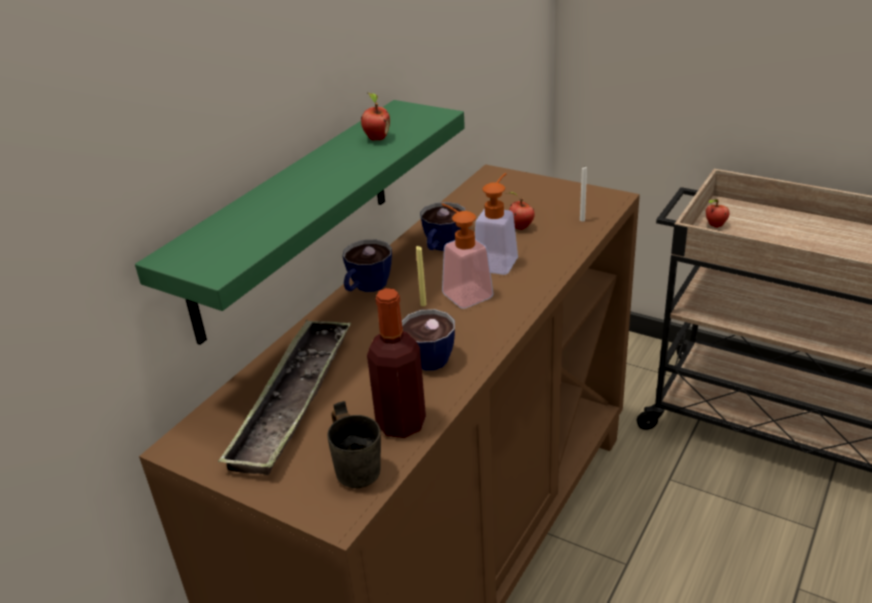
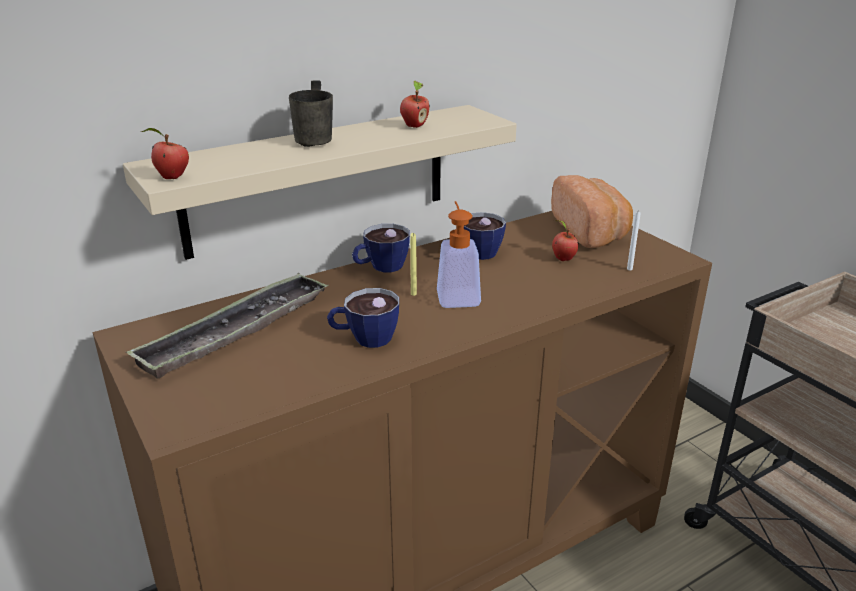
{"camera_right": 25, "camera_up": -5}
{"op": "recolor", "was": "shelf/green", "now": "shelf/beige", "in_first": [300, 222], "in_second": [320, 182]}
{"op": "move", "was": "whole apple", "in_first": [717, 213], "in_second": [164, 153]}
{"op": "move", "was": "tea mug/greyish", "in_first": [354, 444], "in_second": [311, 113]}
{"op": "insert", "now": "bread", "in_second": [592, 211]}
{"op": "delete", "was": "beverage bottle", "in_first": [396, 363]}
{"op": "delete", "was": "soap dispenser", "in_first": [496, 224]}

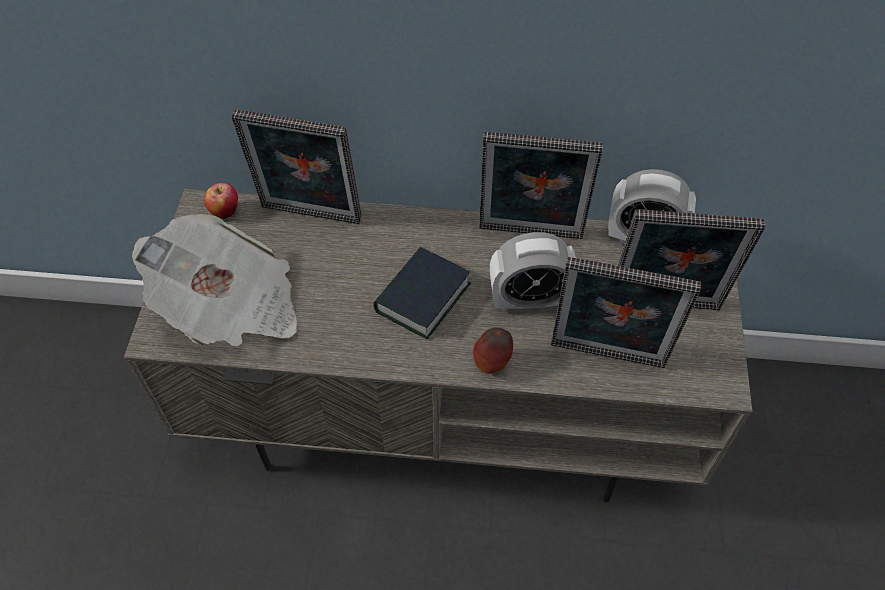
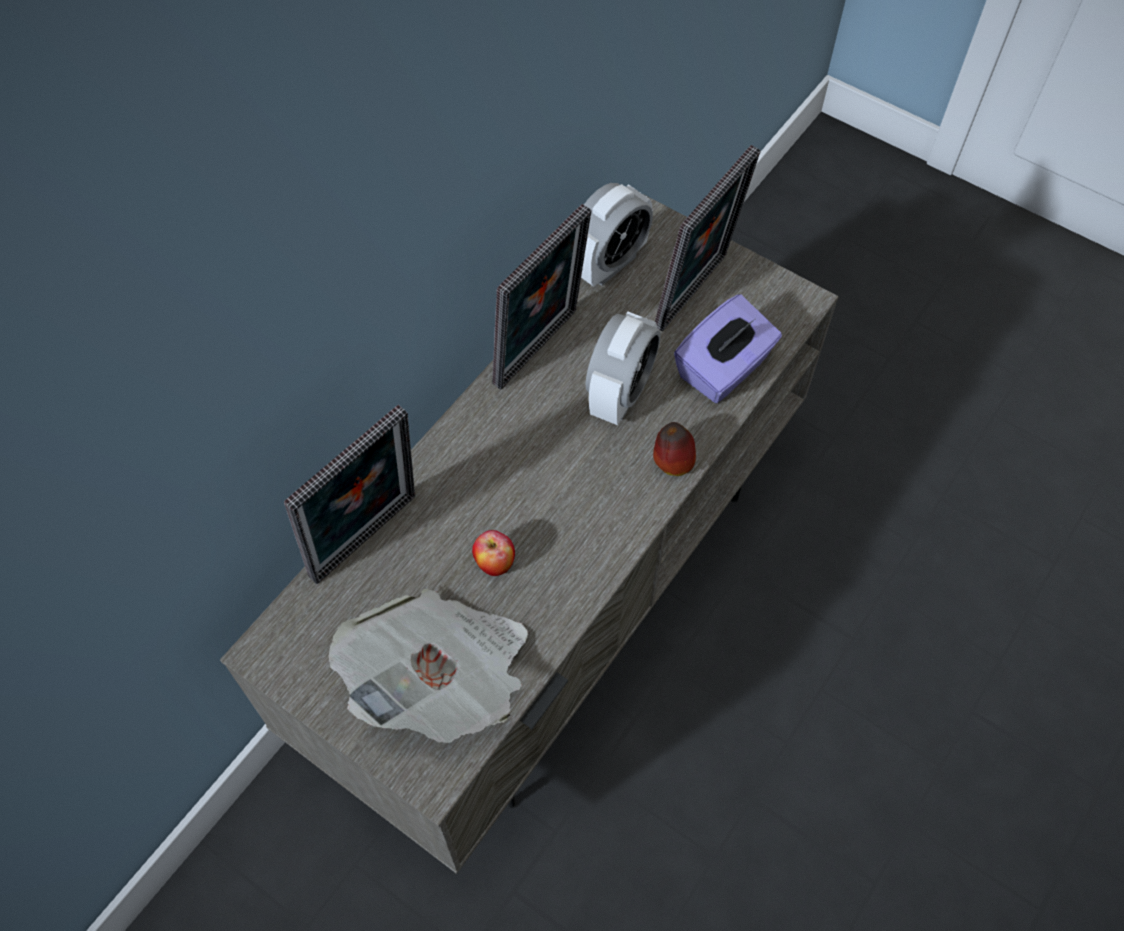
{"camera_right": -60, "camera_up": 5}
{"op": "move", "was": "whole apple", "in_first": [221, 201], "in_second": [493, 553]}
{"op": "replace", "was": "standing frame", "now": "tissue holder/purplish", "in_first": [626, 312], "in_second": [728, 348]}
{"op": "delete", "was": "book", "in_first": [422, 293]}

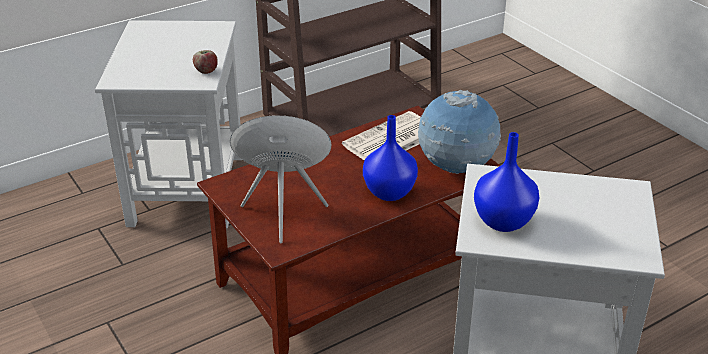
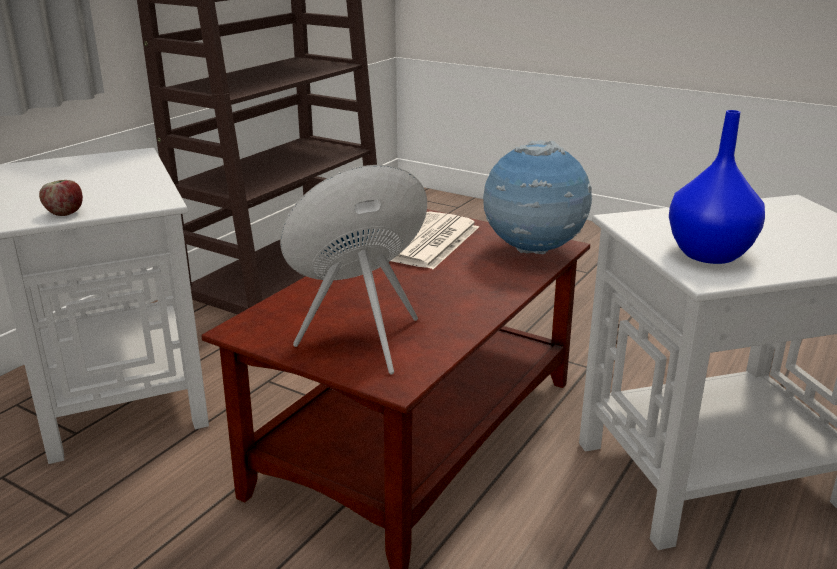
{"camera_right": -25, "camera_up": -10}
{"op": "move", "was": "whole apple", "in_first": [205, 62], "in_second": [61, 198]}
{"op": "delete", "was": "decorative vase/blue-coloured", "in_first": [390, 158]}

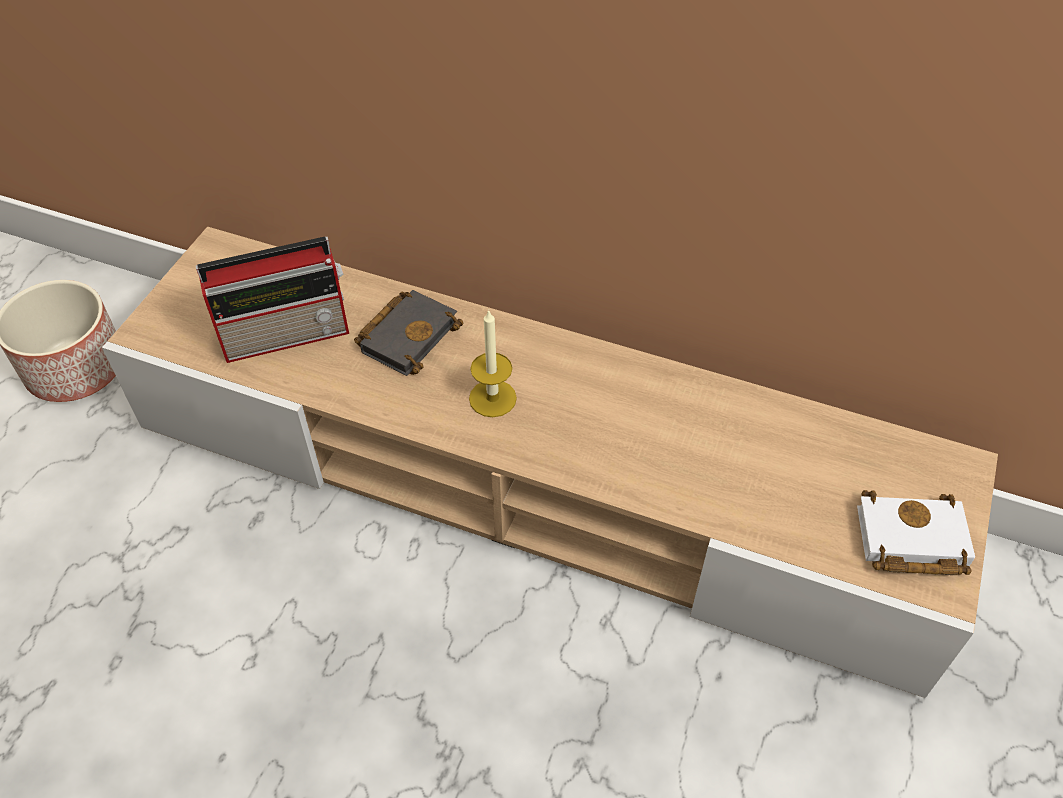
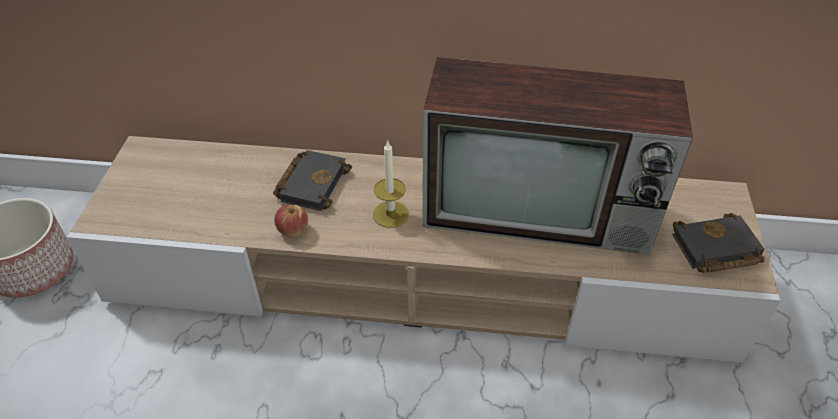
{"camera_right": -15, "camera_up": -5}
{"op": "insert", "now": "whole apple", "in_second": [291, 221]}
{"op": "insert", "now": "television", "in_second": [558, 156]}
{"op": "recolor", "was": "book/white-coloured", "now": "book/black", "in_first": [916, 532], "in_second": [718, 243]}
{"op": "delete", "was": "radio", "in_first": [272, 300]}

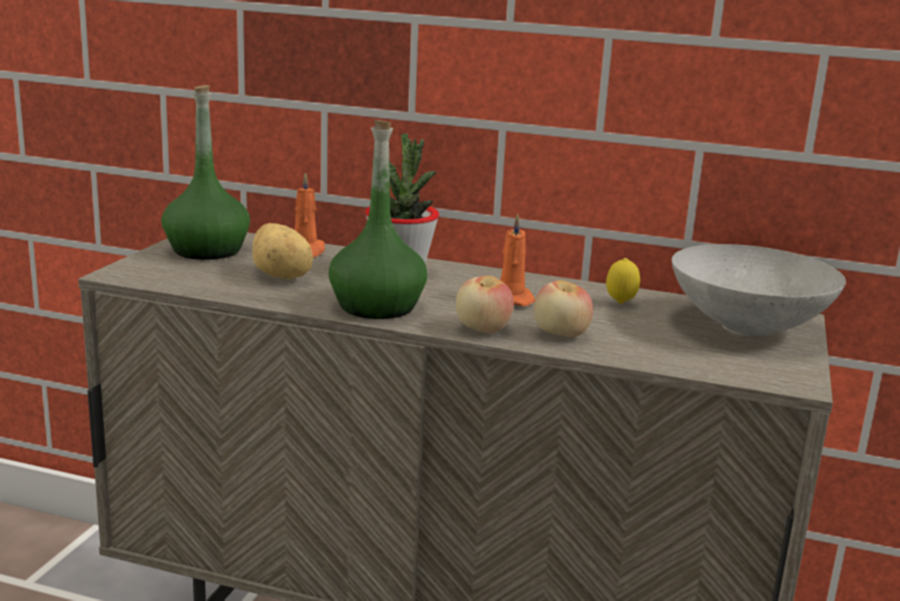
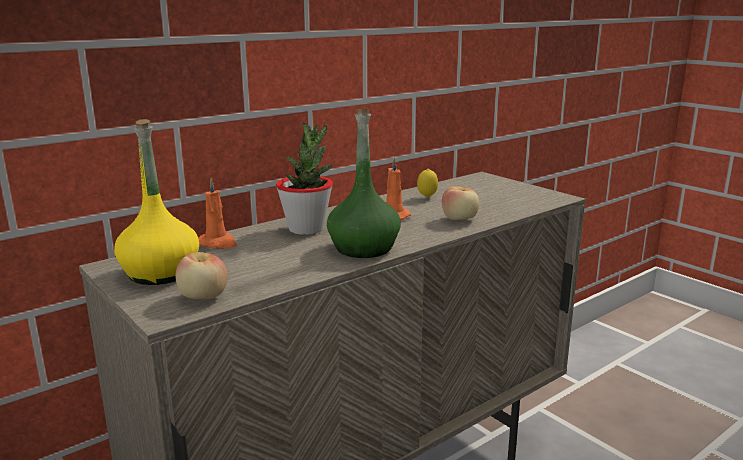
{"camera_right": -55, "camera_up": 0}
{"op": "recolor", "was": "beverage bottle/green", "now": "beverage bottle/yellow", "in_first": [205, 172], "in_second": [156, 202]}
{"op": "move", "was": "whole apple", "in_first": [485, 304], "in_second": [201, 275]}
{"op": "delete", "was": "whole potato", "in_first": [282, 251]}
{"op": "delete", "was": "serving bowl/greyish", "in_first": [759, 290]}

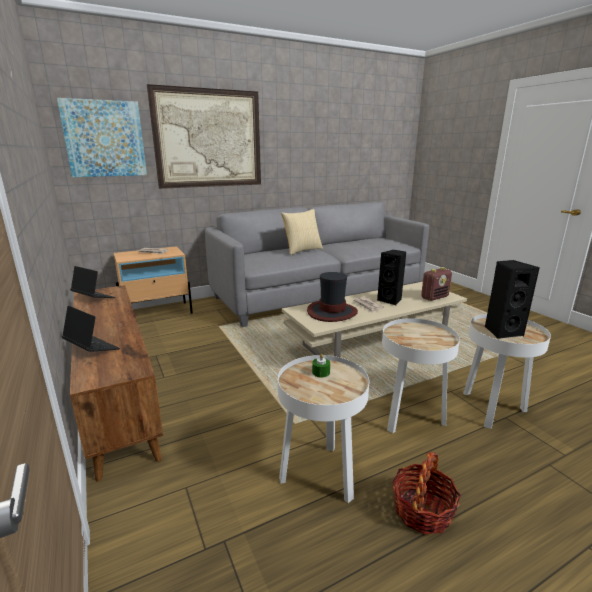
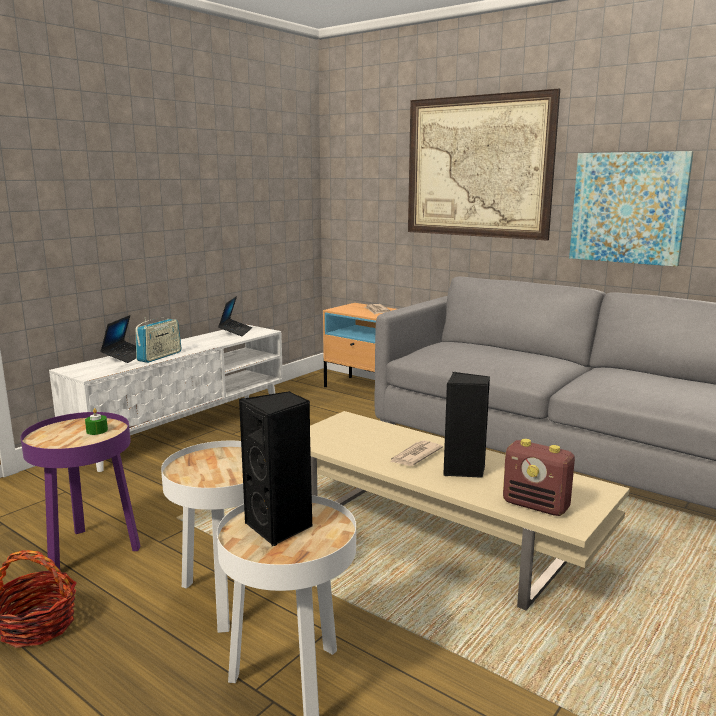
{"camera_right": 65, "camera_up": -5}
{"op": "recolor", "was": "accent table/white-coloured", "now": "accent table/purplish", "in_first": [323, 429], "in_second": [80, 491]}
{"op": "recolor", "was": "tv stand/brown-coloured", "now": "tv stand/white-coloured", "in_first": [116, 383], "in_second": [166, 398]}
{"op": "insert", "now": "radio", "in_second": [159, 340]}
{"op": "move", "was": "picture", "in_first": [102, 137], "in_second": [631, 209]}
{"op": "delete", "was": "cushion", "in_first": [302, 232]}
{"op": "delete", "was": "clothing hat", "in_first": [332, 297]}

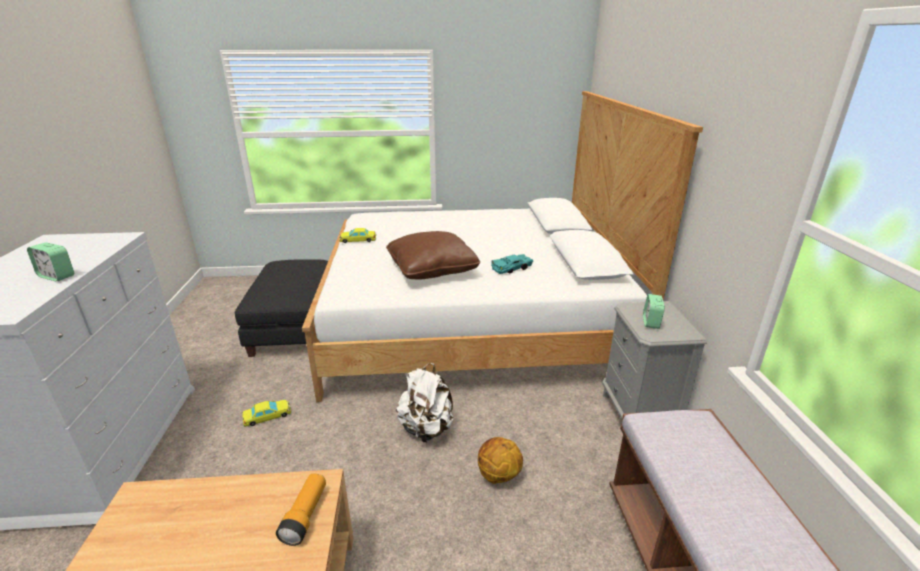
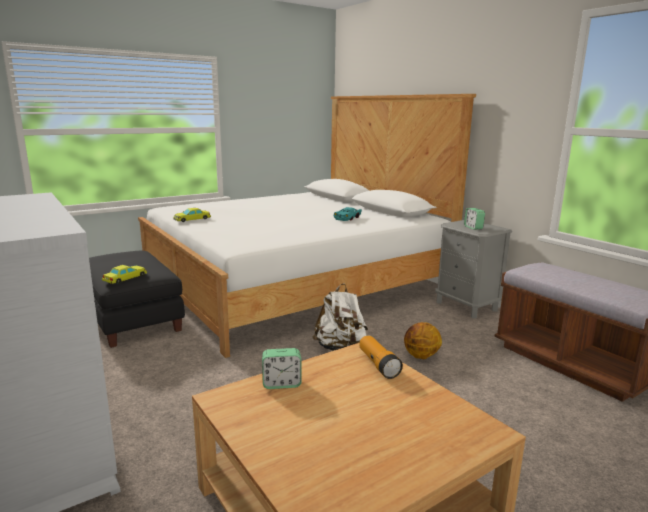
{"camera_right": -30, "camera_up": -10}
{"op": "move", "was": "miniature car/yellow", "in_first": [266, 413], "in_second": [124, 274]}
{"op": "move", "was": "bedside clock", "in_first": [50, 261], "in_second": [282, 368]}
{"op": "delete", "was": "cushion/brown-coloured", "in_first": [433, 255]}

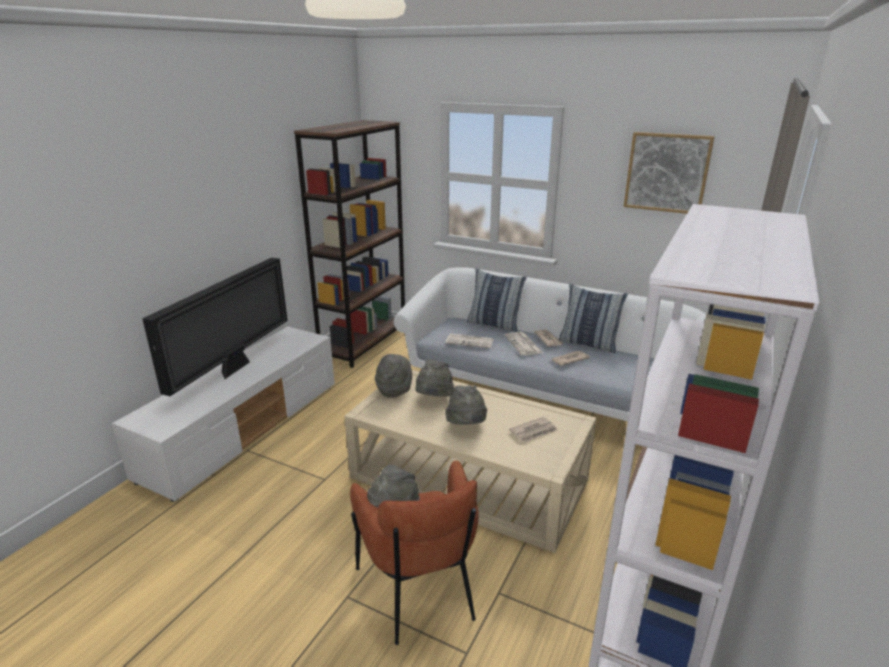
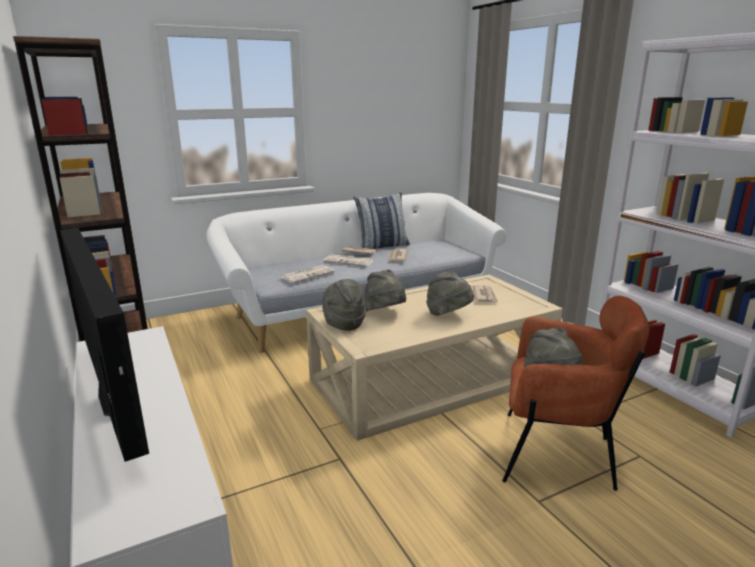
{"camera_right": -55, "camera_up": -5}
{"op": "delete", "was": "cushion", "in_first": [497, 300]}
{"op": "delete", "was": "picture", "in_first": [669, 173]}

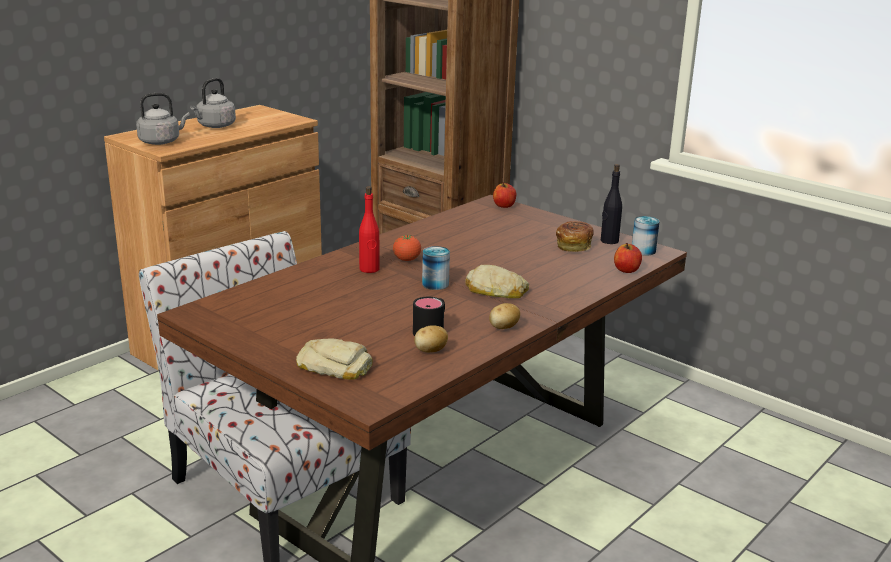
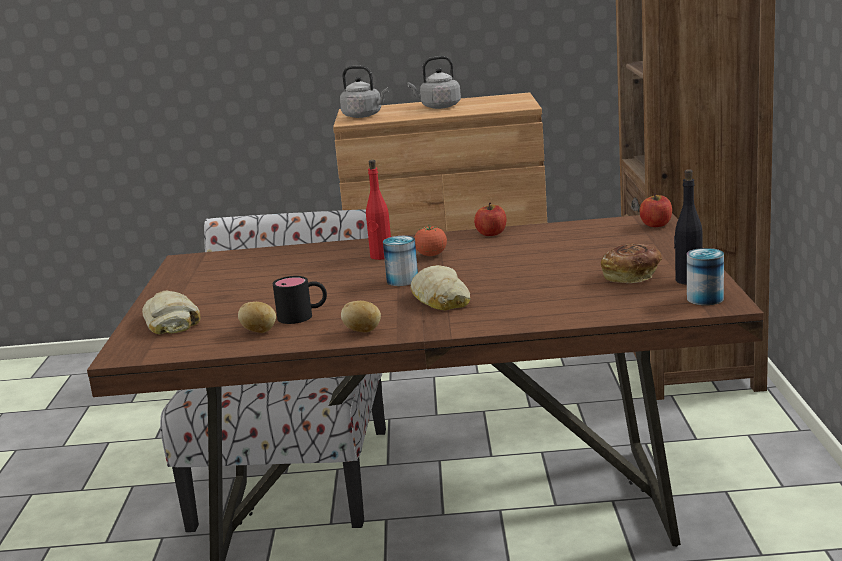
{"camera_right": 50, "camera_up": -5}
{"op": "move", "was": "whole apple", "in_first": [628, 258], "in_second": [490, 219]}

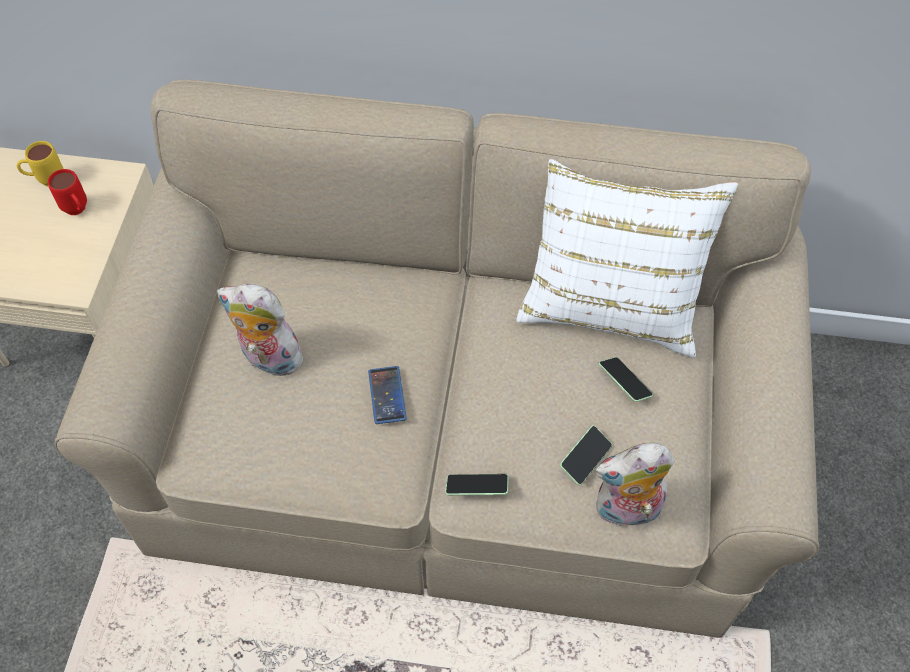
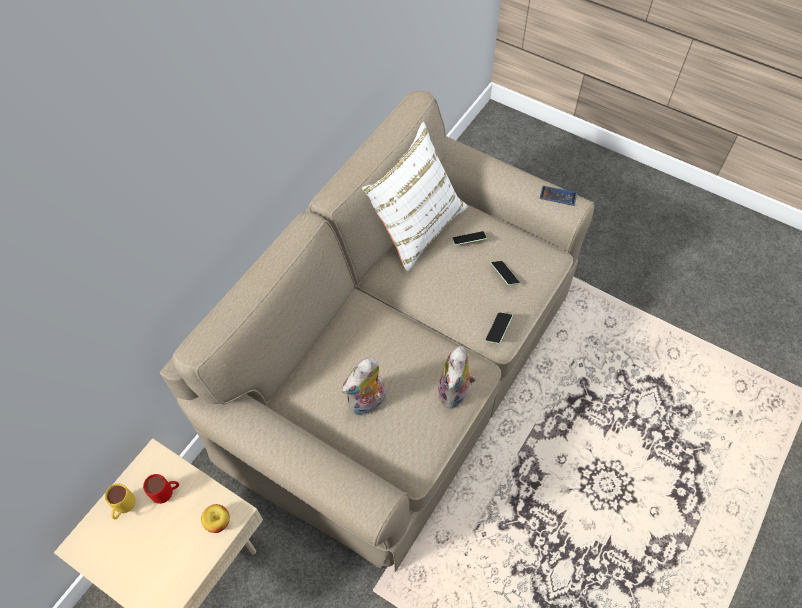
{"camera_right": -65, "camera_up": 0}
{"op": "insert", "now": "whole apple", "in_second": [215, 518]}
{"op": "move", "was": "plush toy", "in_first": [634, 484], "in_second": [457, 377]}
{"op": "move", "was": "handset", "in_first": [387, 395], "in_second": [558, 196]}

